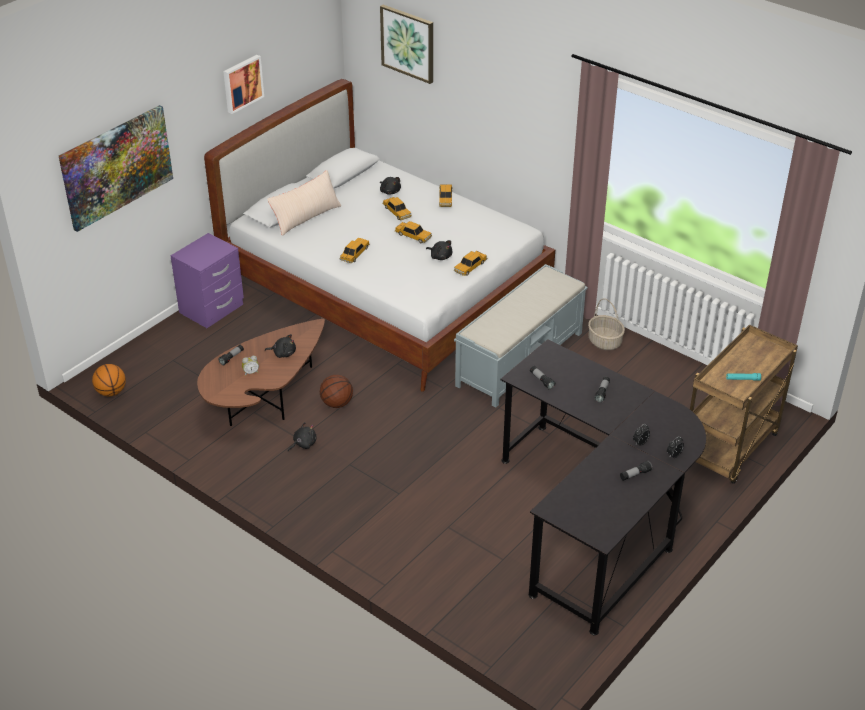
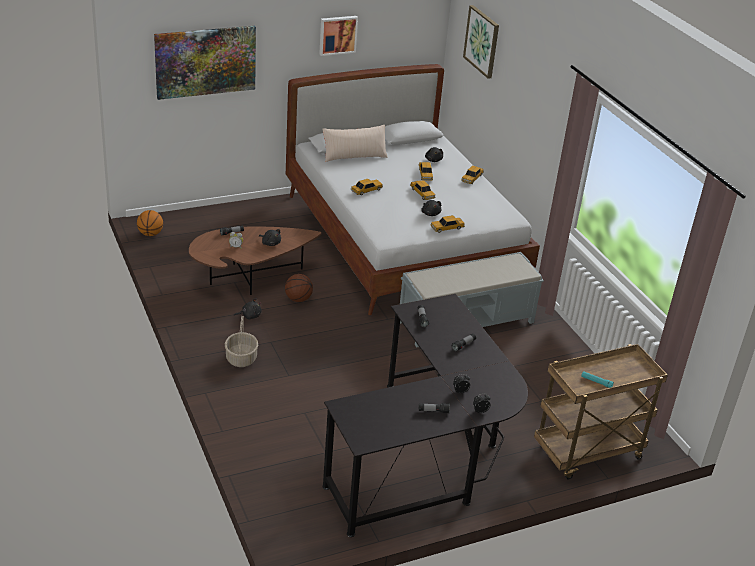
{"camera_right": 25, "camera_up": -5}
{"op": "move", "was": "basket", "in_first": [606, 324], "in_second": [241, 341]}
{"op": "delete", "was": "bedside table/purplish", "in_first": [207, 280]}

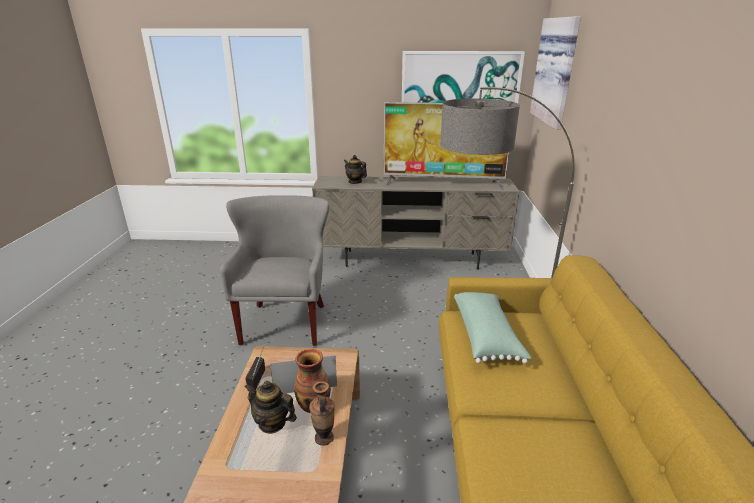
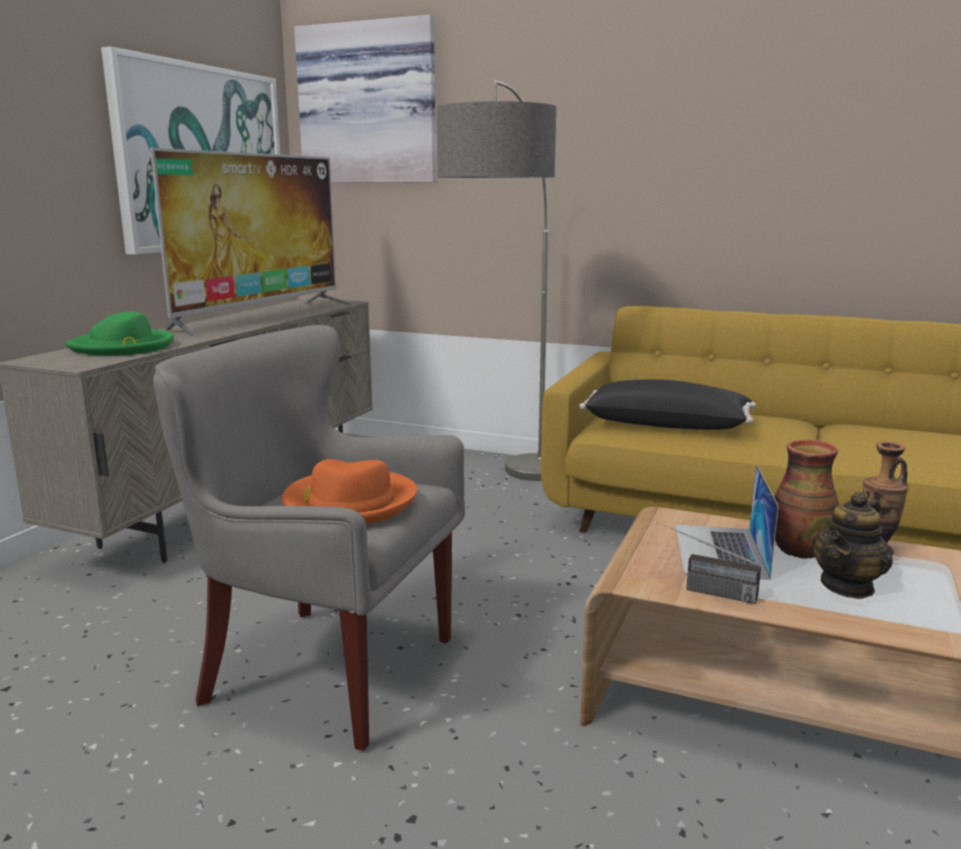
{"camera_right": -70, "camera_up": -10}
{"op": "replace", "was": "pot for tea", "now": "clothing hat/green", "in_first": [355, 169], "in_second": [119, 333]}
{"op": "insert", "now": "clothing hat/orange-coloured", "in_second": [349, 491]}
{"op": "recolor", "was": "cushion/green", "now": "cushion/black", "in_first": [493, 328], "in_second": [667, 405]}

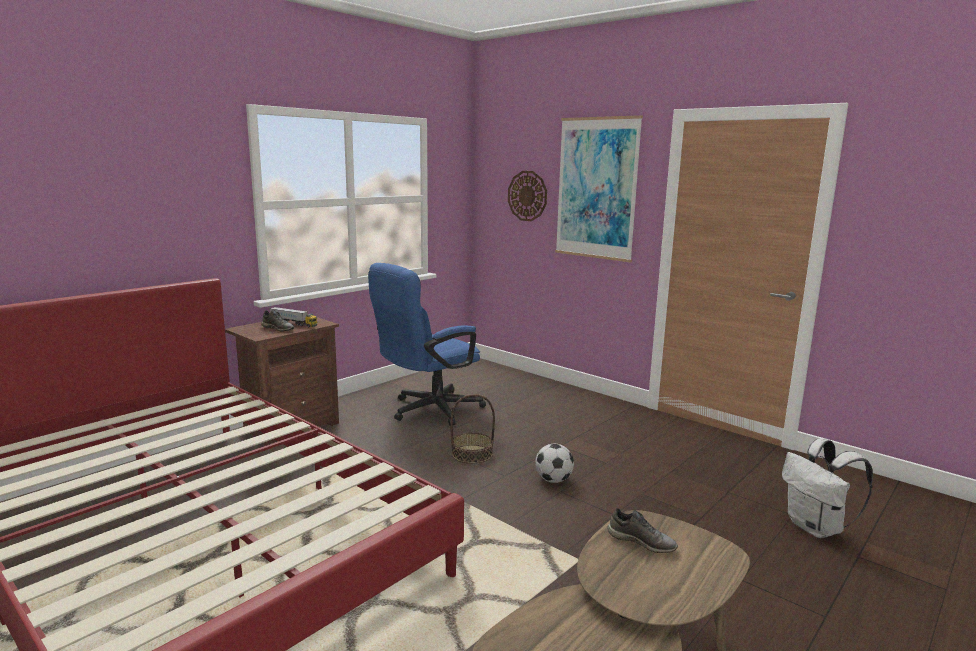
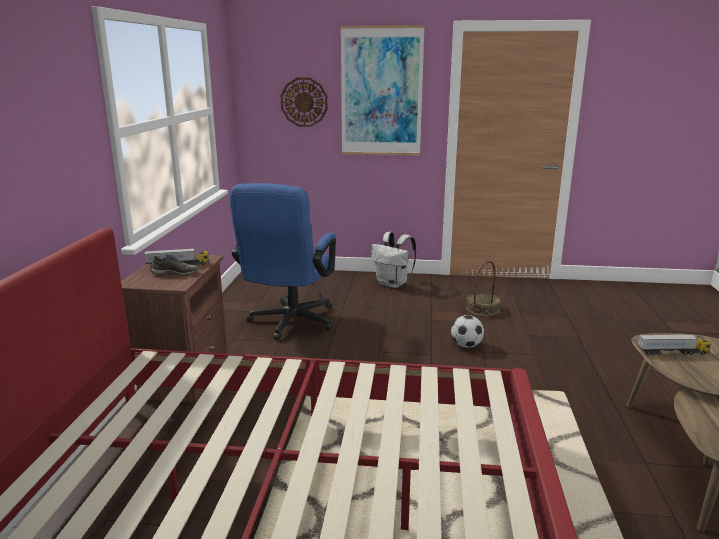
{"camera_right": -35, "camera_up": 5}
{"op": "move", "was": "rucksack/white-coloured", "in_first": [827, 488], "in_second": [393, 260]}
{"op": "move", "was": "basket", "in_first": [472, 429], "in_second": [483, 288]}
{"op": "replace", "was": "item of footwear/greyish", "now": "toy truck", "in_first": [642, 530], "in_second": [674, 345]}

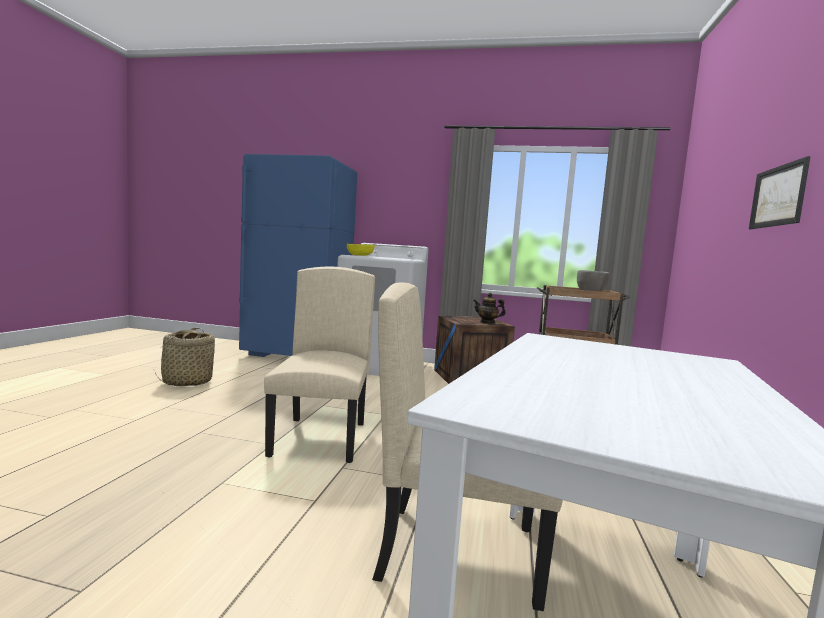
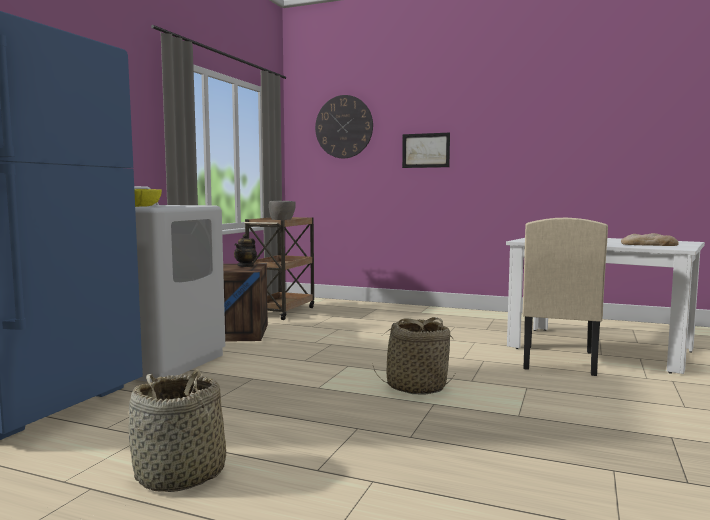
{"camera_right": -80, "camera_up": 0}
{"op": "insert", "now": "hanging clock", "in_second": [344, 126]}
{"op": "replace", "was": "upright chair/beige", "now": "basket", "in_first": [319, 364], "in_second": [414, 355]}
{"op": "insert", "now": "bread", "in_second": [649, 239]}

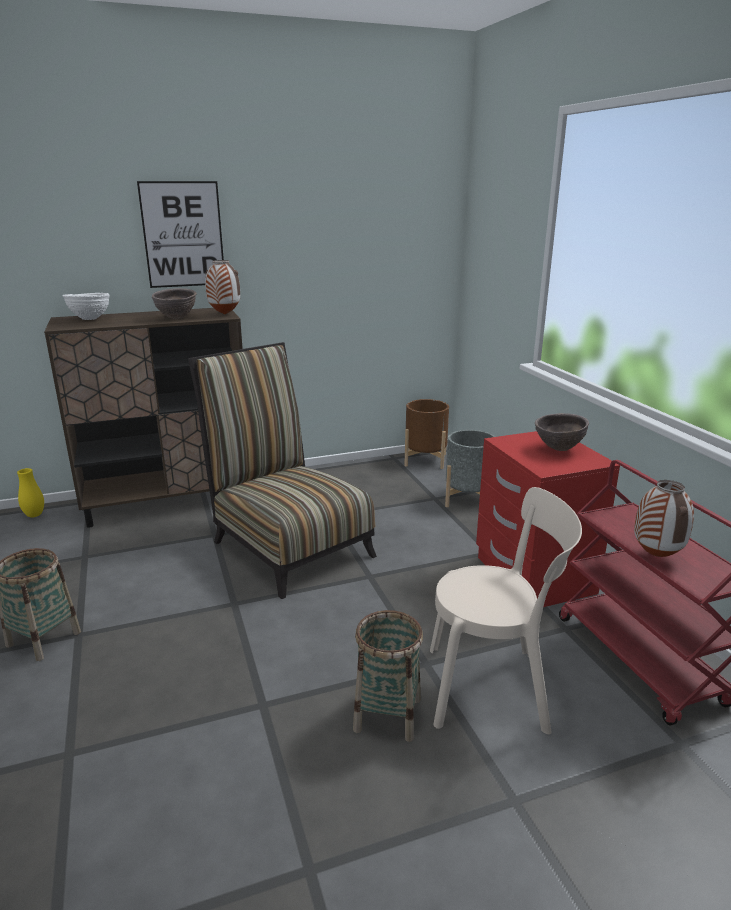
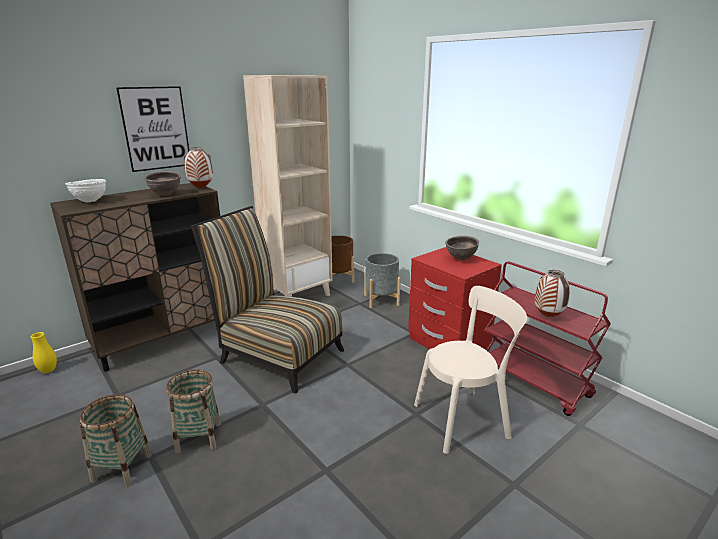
{"camera_right": -20, "camera_up": 0}
{"op": "move", "was": "basket", "in_first": [388, 676], "in_second": [193, 411]}
{"op": "insert", "now": "bookshelf/beige", "in_second": [288, 186]}

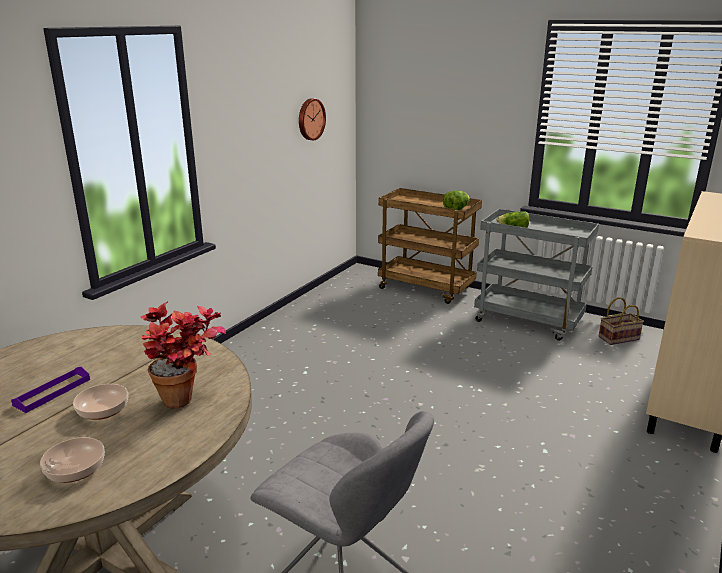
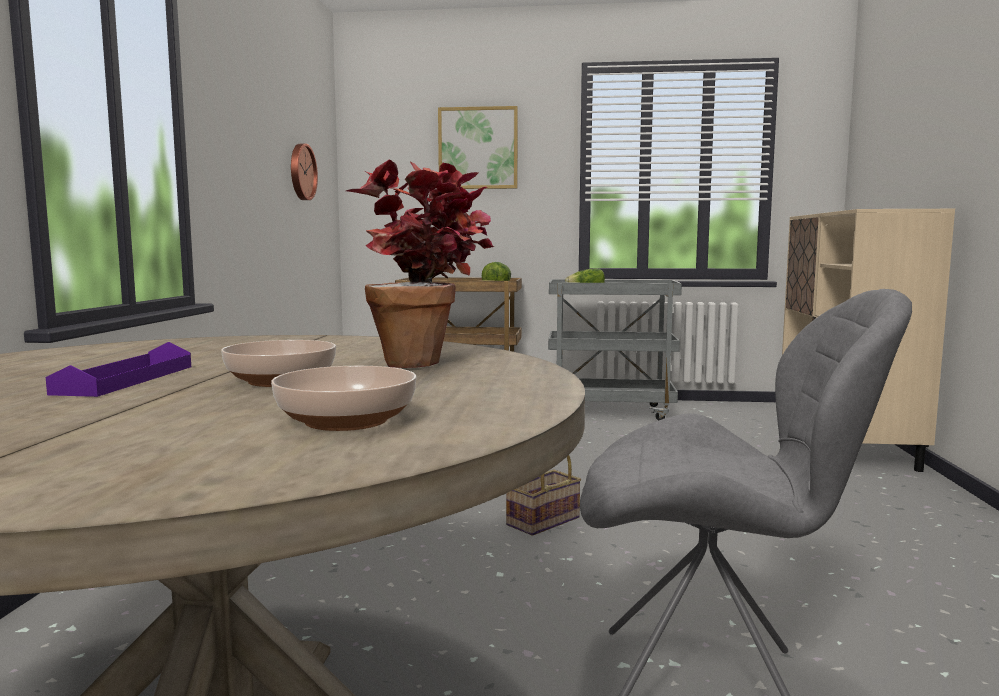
{"camera_right": -25, "camera_up": -15}
{"op": "insert", "now": "picture", "in_second": [478, 147]}
{"op": "move", "was": "basket", "in_first": [621, 321], "in_second": [543, 495]}

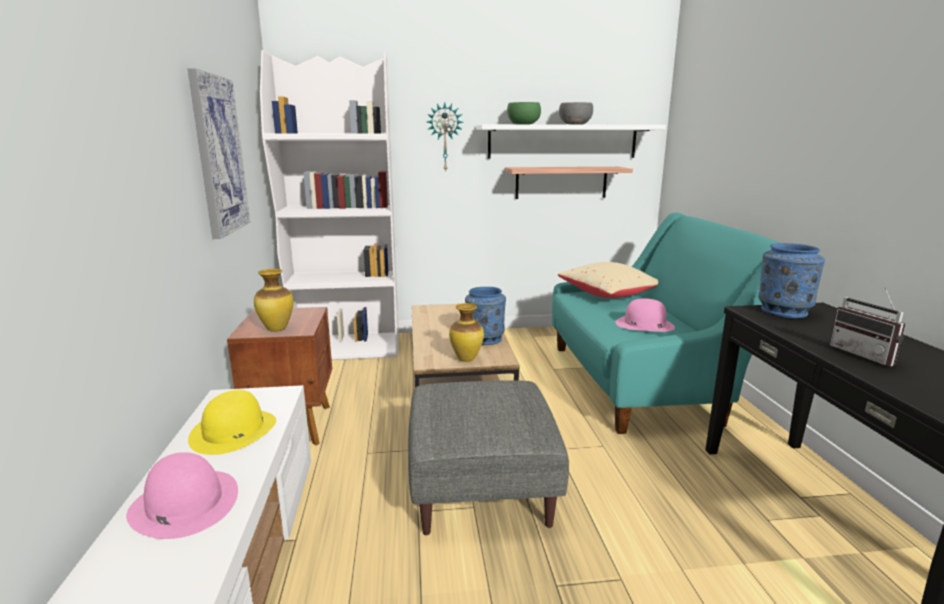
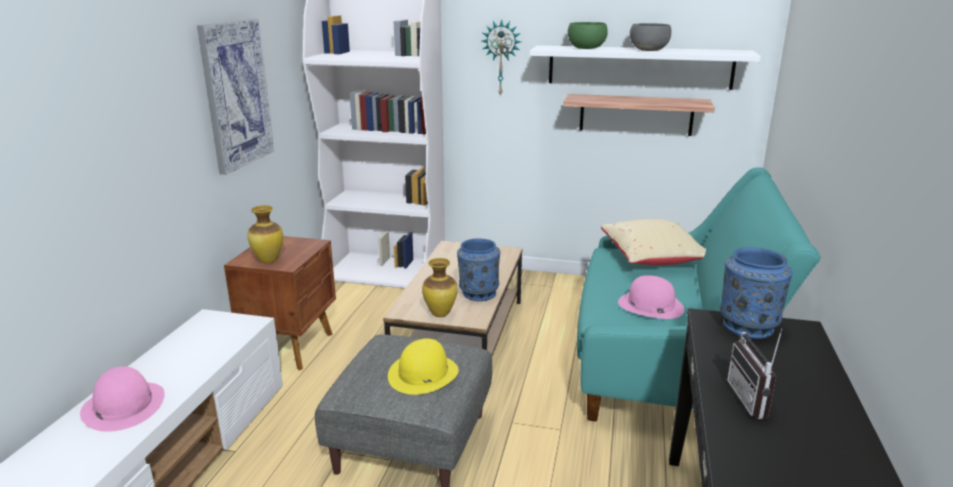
{"camera_right": 20, "camera_up": 5}
{"op": "move", "was": "clothing hat/yellow", "in_first": [232, 422], "in_second": [423, 366]}

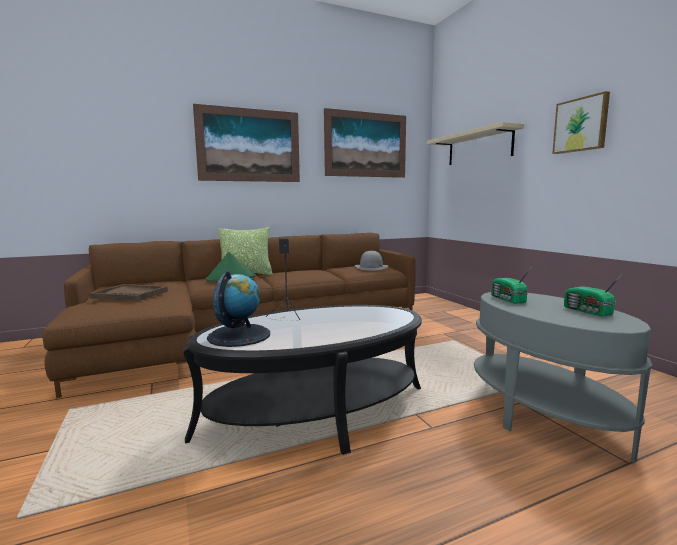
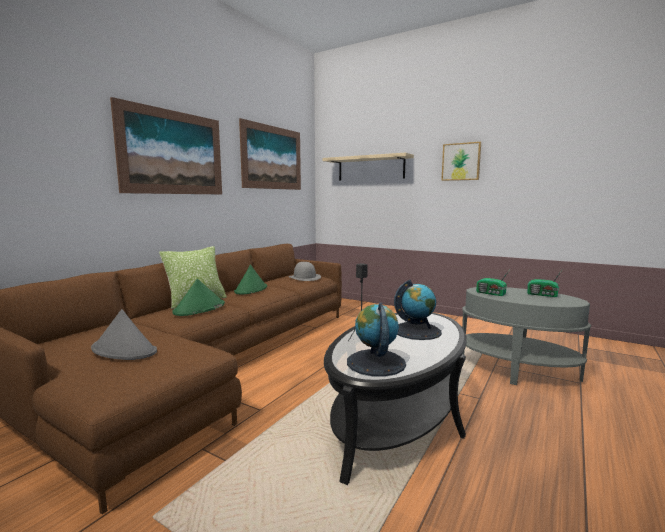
{"camera_right": -35, "camera_up": 0}
{"op": "replace", "was": "carrying tray/brown-coloured", "now": "clothing hat/greyish", "in_first": [128, 292], "in_second": [124, 334]}
{"op": "insert", "now": "clothing hat/green", "in_second": [250, 280]}
{"op": "insert", "now": "world globe", "in_second": [418, 310]}

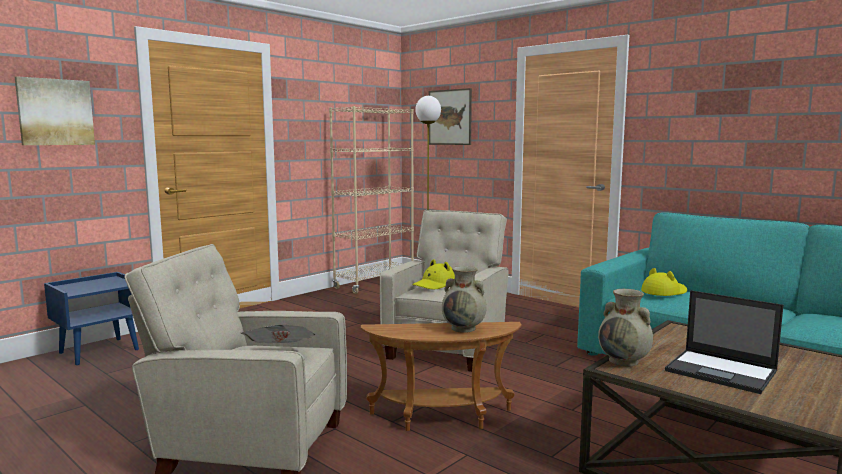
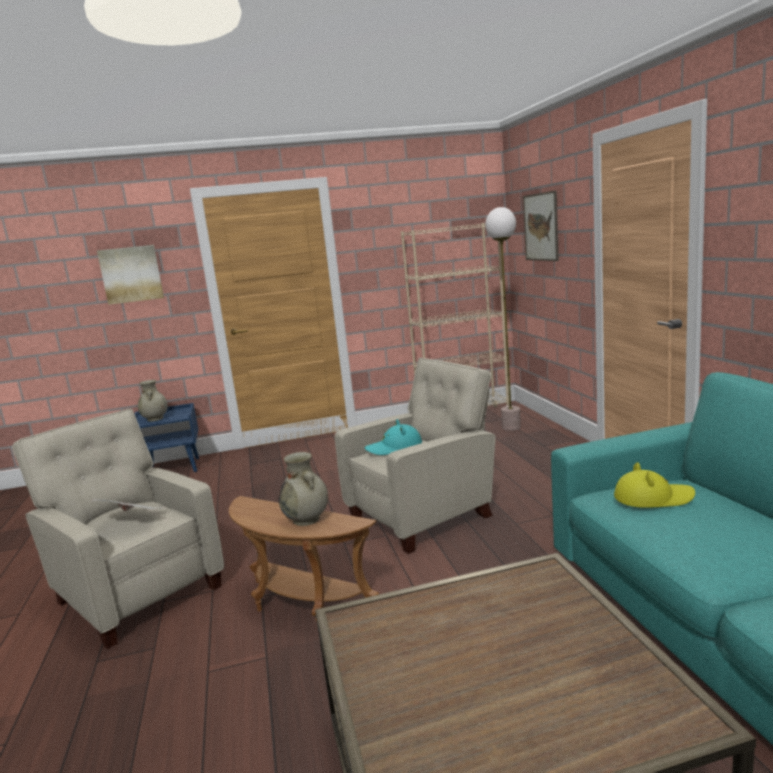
{"camera_right": 35, "camera_up": 5}
{"op": "move", "was": "decorative vase/beige", "in_first": [625, 327], "in_second": [153, 401]}
{"op": "recolor", "was": "clothing hat/yellow", "now": "clothing hat/blue-green", "in_first": [433, 274], "in_second": [393, 437]}
{"op": "delete", "was": "portable computer", "in_first": [724, 342]}

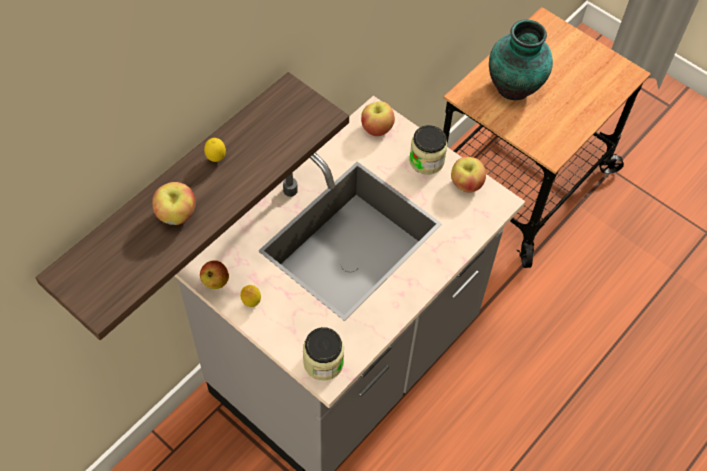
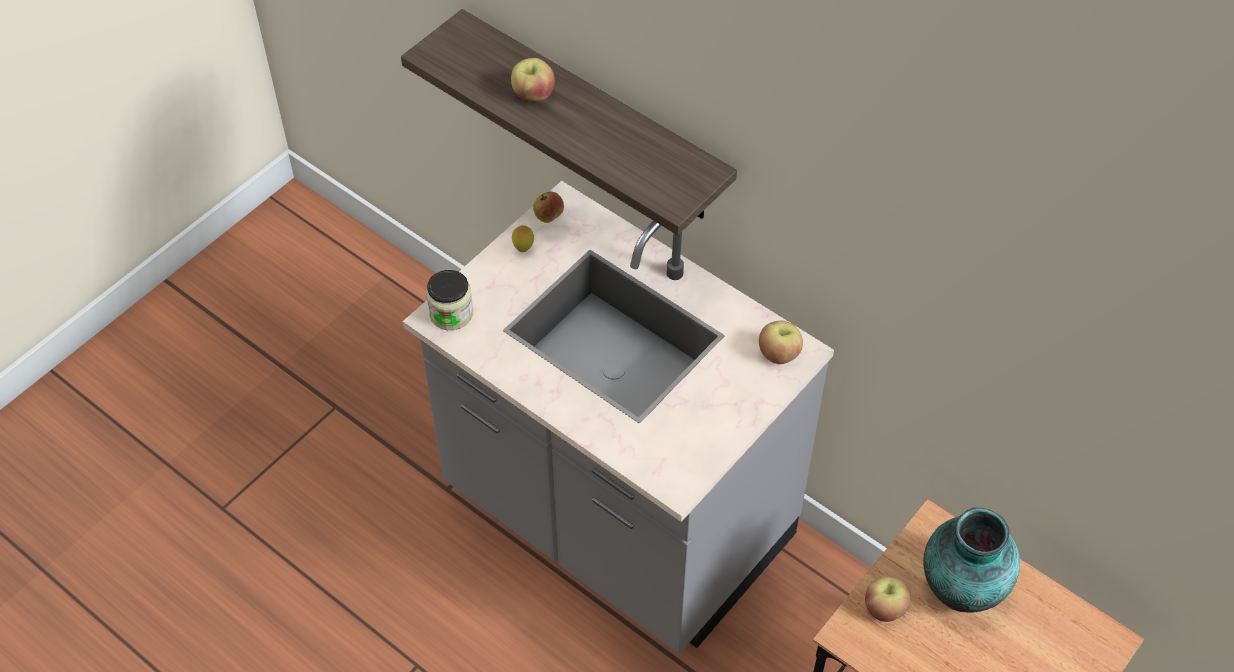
{"camera_right": 90, "camera_up": -5}
{"op": "move", "was": "whole apple", "in_first": [468, 175], "in_second": [887, 599]}
{"op": "delete", "was": "citrus fruit", "in_first": [215, 150]}
{"op": "delete", "was": "preserve jar", "in_first": [428, 150]}

